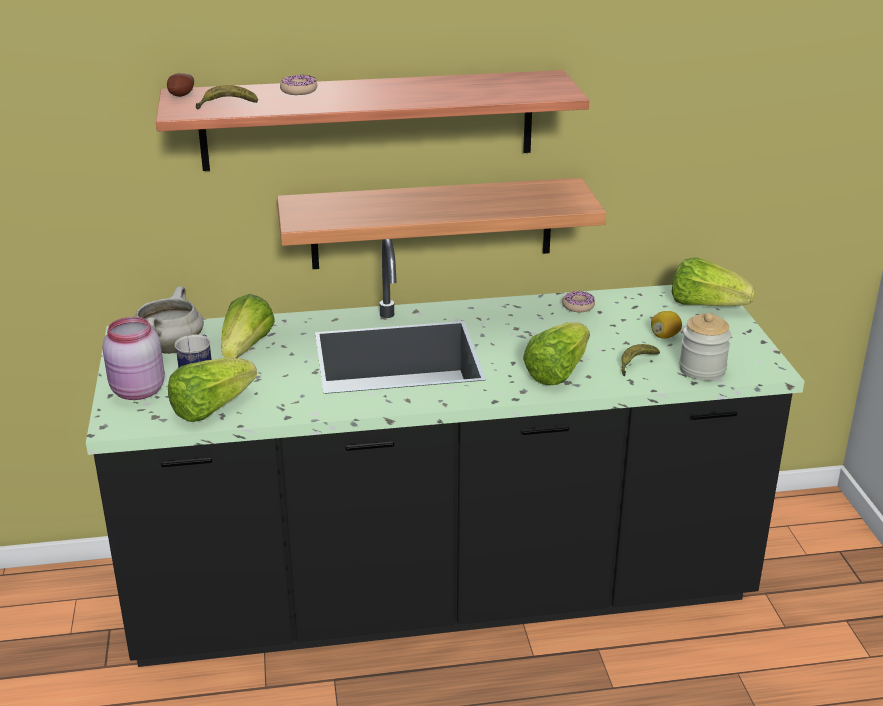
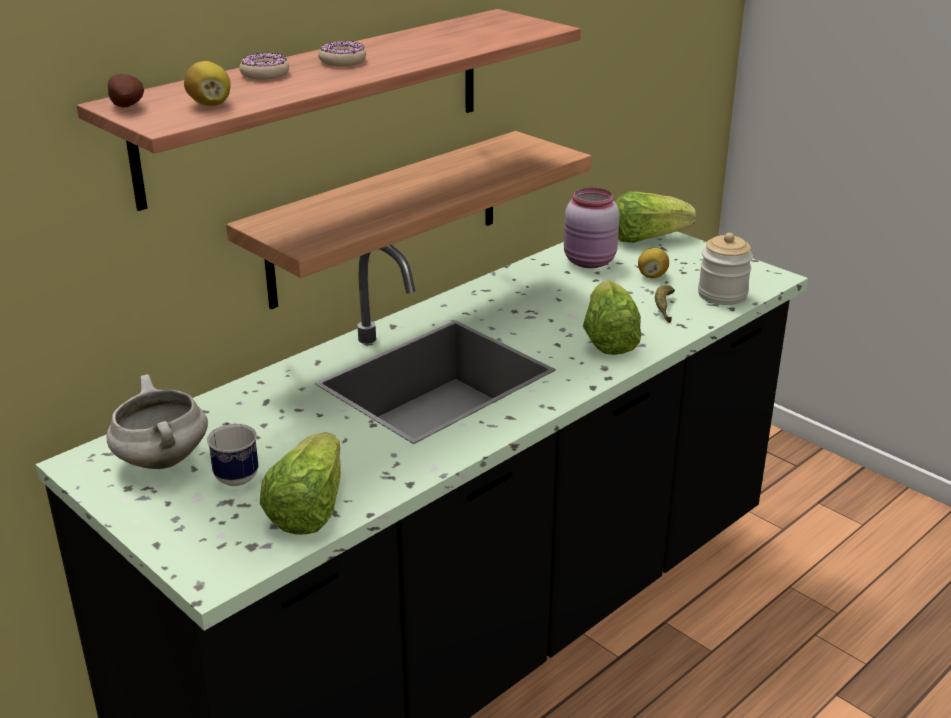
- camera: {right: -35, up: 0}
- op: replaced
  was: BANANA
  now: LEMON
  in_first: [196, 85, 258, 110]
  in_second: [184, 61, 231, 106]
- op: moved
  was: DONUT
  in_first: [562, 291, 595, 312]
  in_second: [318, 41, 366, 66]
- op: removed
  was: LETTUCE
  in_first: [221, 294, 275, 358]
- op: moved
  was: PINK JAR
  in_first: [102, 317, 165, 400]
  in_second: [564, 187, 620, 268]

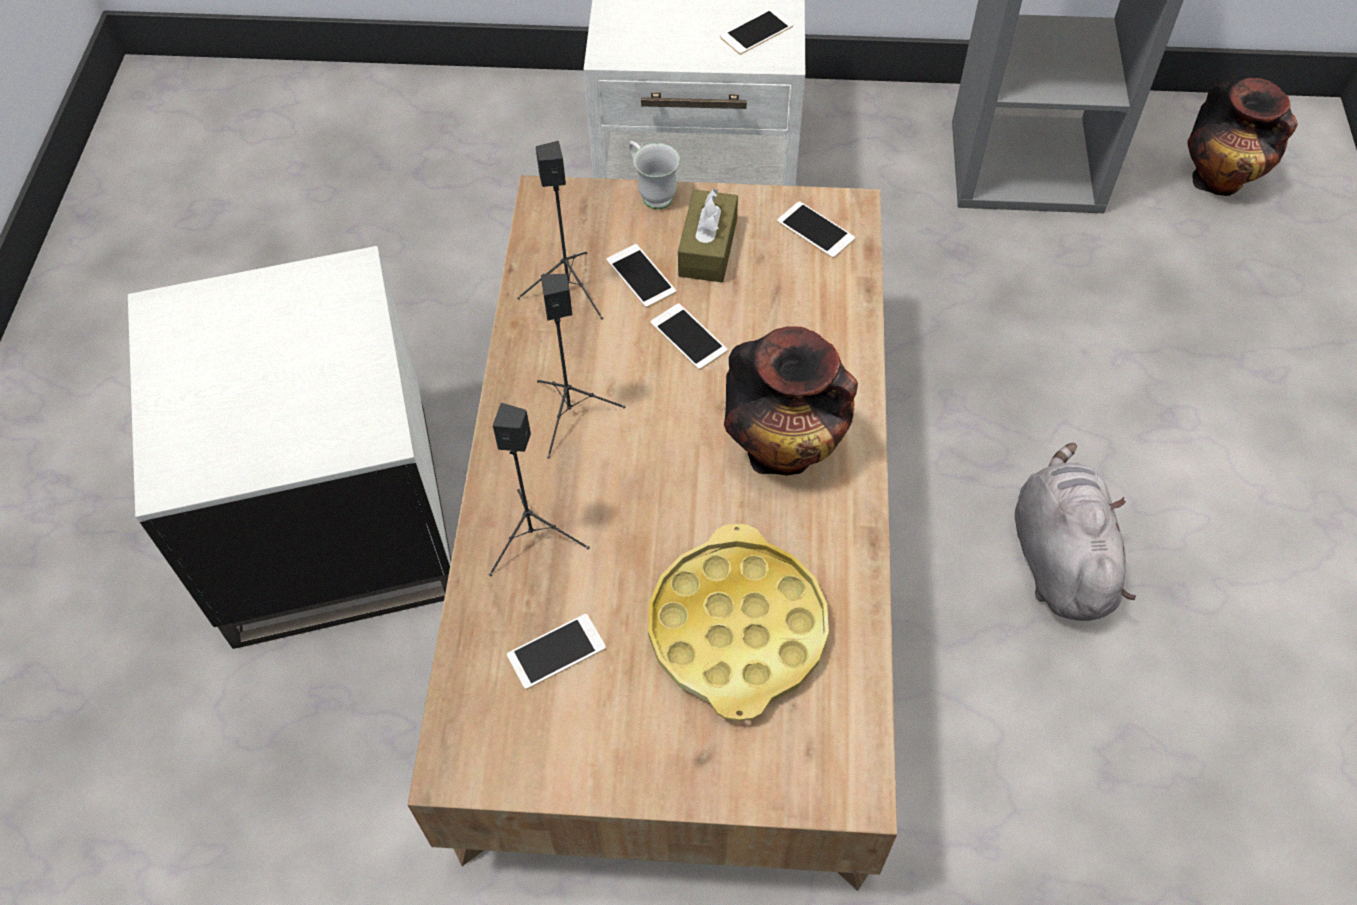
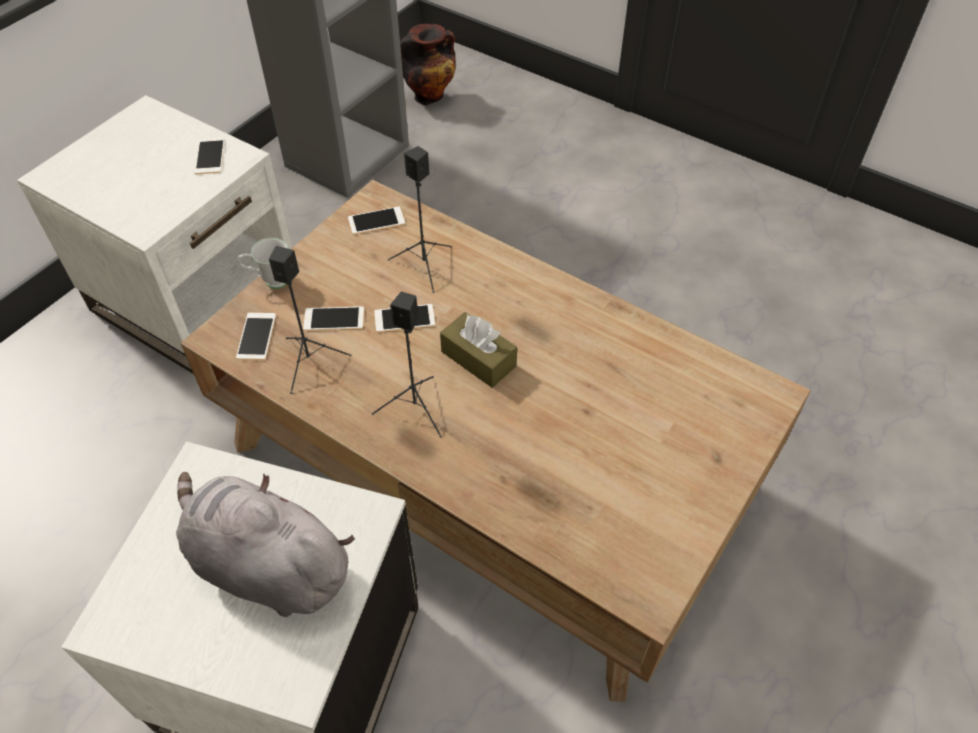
- camera: {right: -60, up: -5}
- op: moved
  was: BROWN TISSUE BOX
  in_first: [678, 189, 738, 282]
  in_second: [440, 312, 517, 388]
- op: removed
  was: VASE
  in_first: [724, 326, 858, 476]
- op: moved
  was: BLACK SPEAKER
  in_first: [489, 403, 590, 576]
  in_second: [388, 146, 452, 293]
- op: moved
  was: GREY PLUSH TOY
  in_first: [1015, 443, 1136, 621]
  in_second: [176, 472, 355, 617]
- op: removed
  was: YELLOW TRAY
  in_first: [648, 524, 829, 721]
- op: moved
  was: PHONE
  in_first: [507, 614, 606, 689]
  in_second: [236, 313, 276, 360]

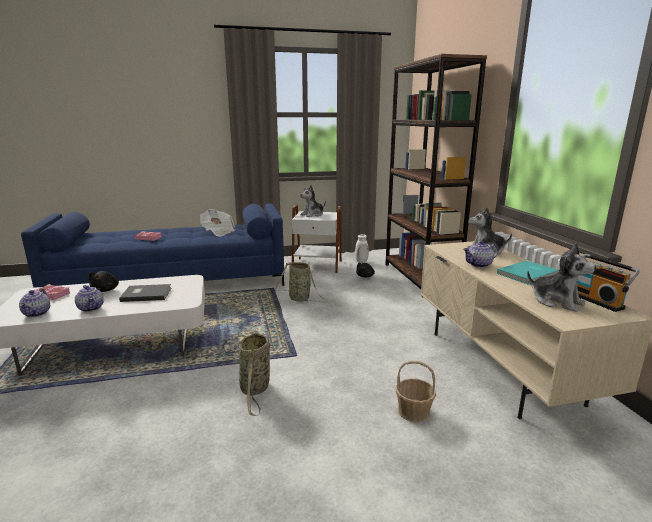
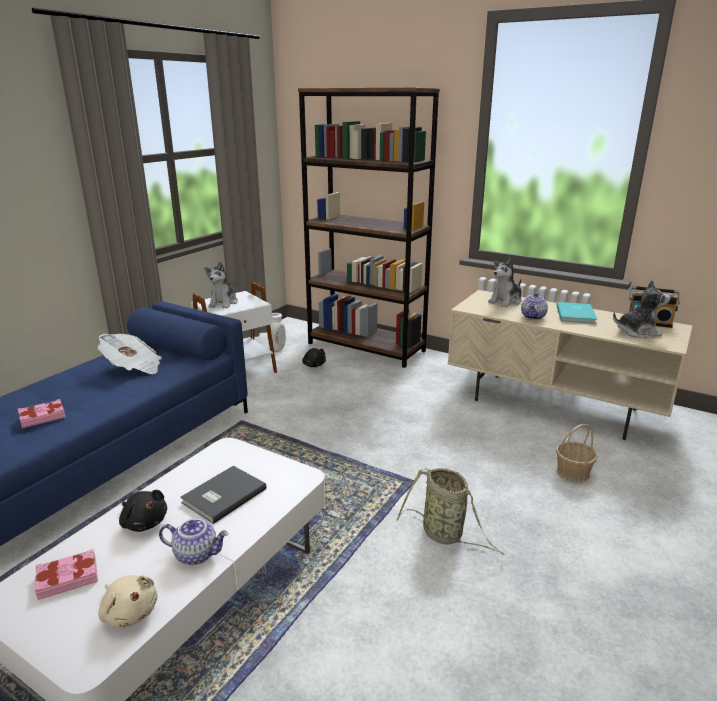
- camera: {right: -45, up: 5}
- op: removed
  was: BASKET
  in_first: [274, 262, 329, 303]
- op: replaced
  was: TEAPOT
  now: BEIGE PLUSH TOY
  in_first: [19, 288, 50, 317]
  in_second: [98, 575, 158, 628]

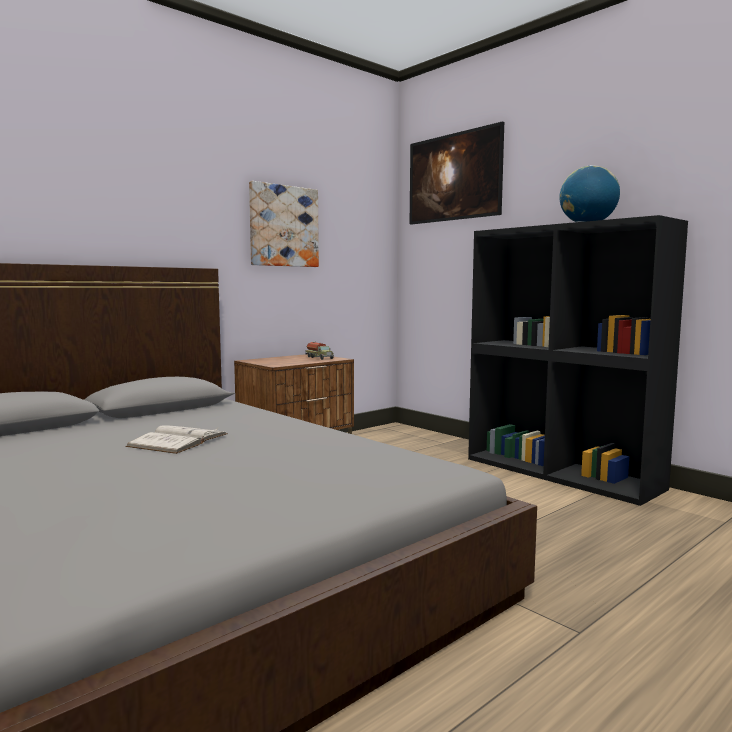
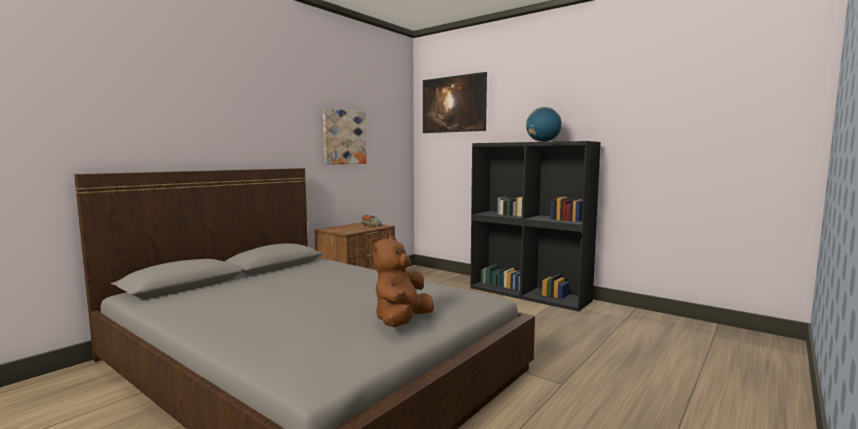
- camera: {right: -10, up: 0}
- op: removed
  was: WHITE BOOK
  in_first: [125, 426, 228, 454]
- op: added
  now: BROWN PLUSH TOY
  in_second: [372, 236, 434, 327]

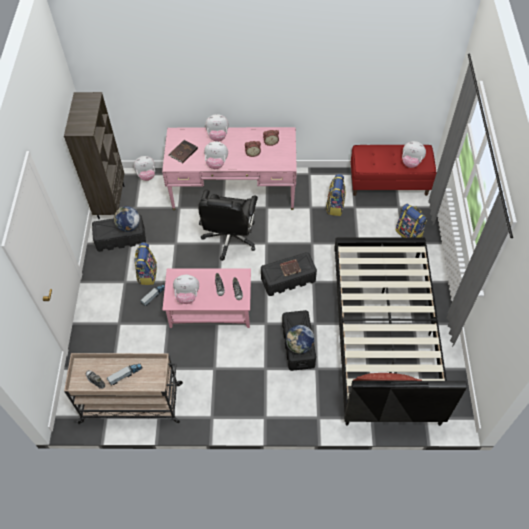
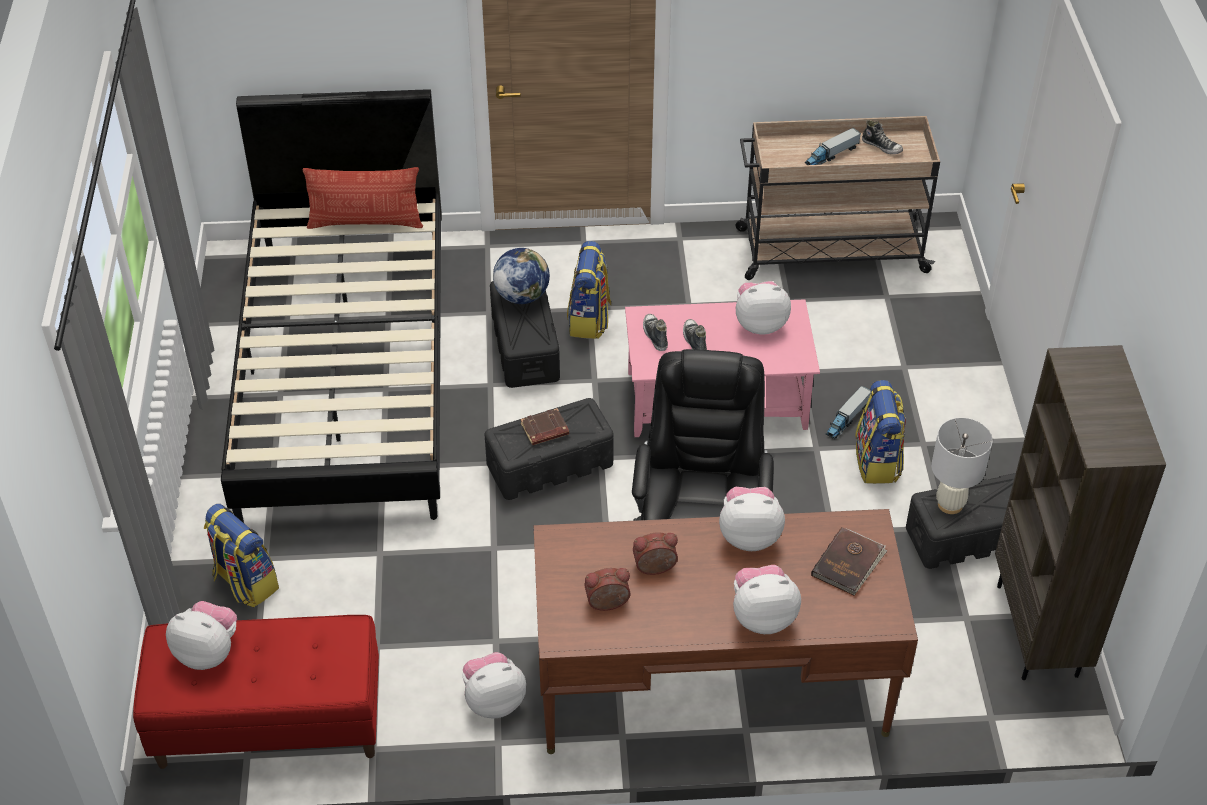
- camera: {right: 175, up: -10}
- op: recoloured
  was: PINK DESK
  now: BROWN DESK
  in_first: [162, 127, 297, 210]
  in_second: [533, 509, 918, 754]
- op: moved
  was: PLUSH TOY
  in_first: [133, 156, 155, 181]
  in_second: [462, 652, 526, 719]
- op: moved
  was: BACKPACK
  in_first: [326, 174, 346, 216]
  in_second: [567, 241, 612, 339]
- op: replaced
  was: GLOBE
  now: WHITE TABLE LAMP
  in_first: [114, 206, 140, 232]
  in_second: [931, 418, 993, 514]

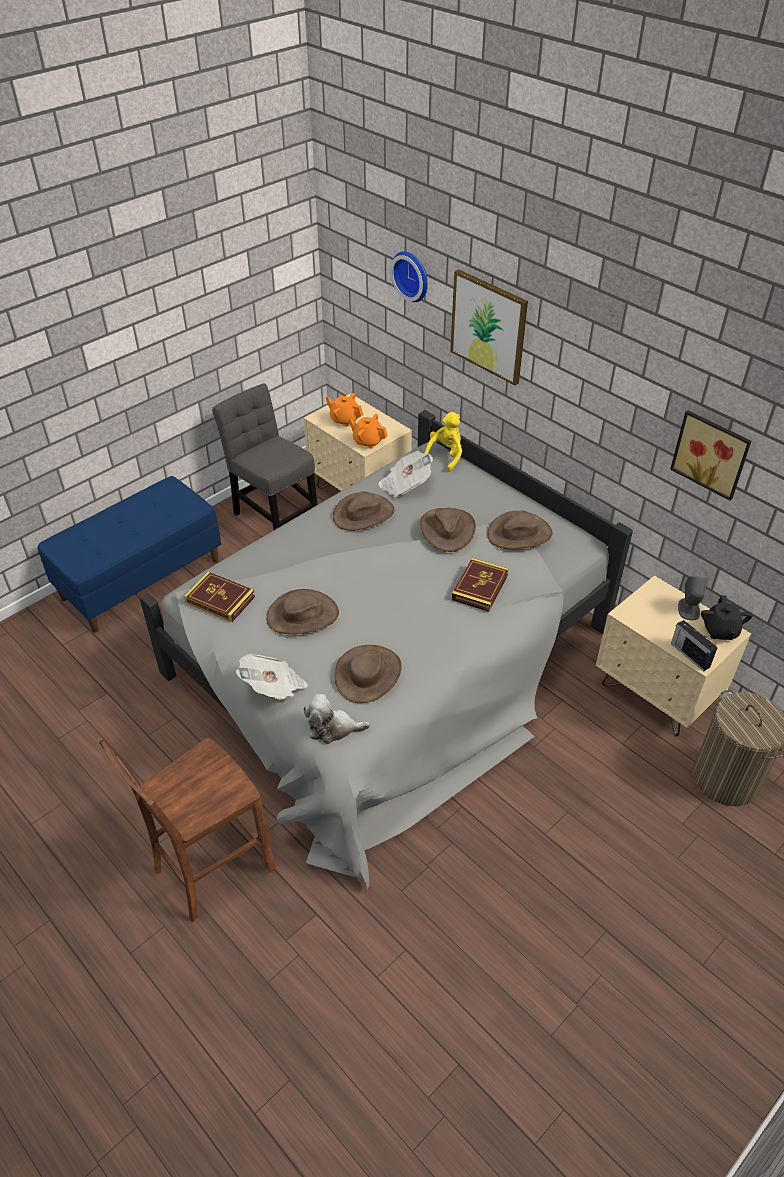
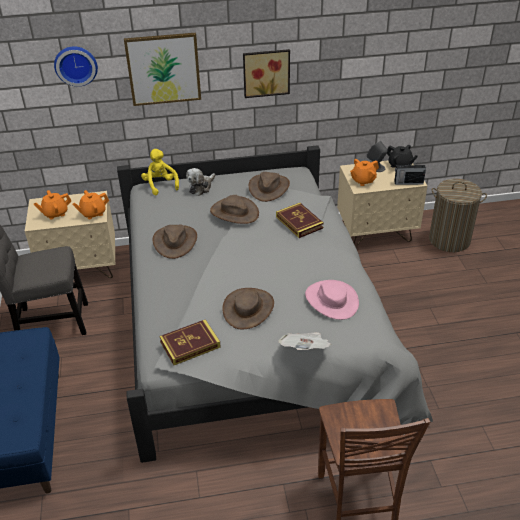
- camera: {right: -55, up: -5}
- op: moved
  was: PICTURE
  in_first: [670, 411, 751, 501]
  in_second: [243, 49, 290, 98]
- op: removed
  was: NEWSPAPER
  in_first: [378, 451, 433, 498]
- op: recoloured
  was: BROWN HAT
  now: PINK HAT
  in_first: [335, 645, 402, 703]
  in_second: [305, 280, 359, 320]
- op: moved
  was: PLUSH TOY
  in_first: [304, 694, 370, 744]
  in_second: [186, 168, 215, 196]
- op: added
  now: ORANGE TEAPOT
  in_second: [350, 159, 379, 186]

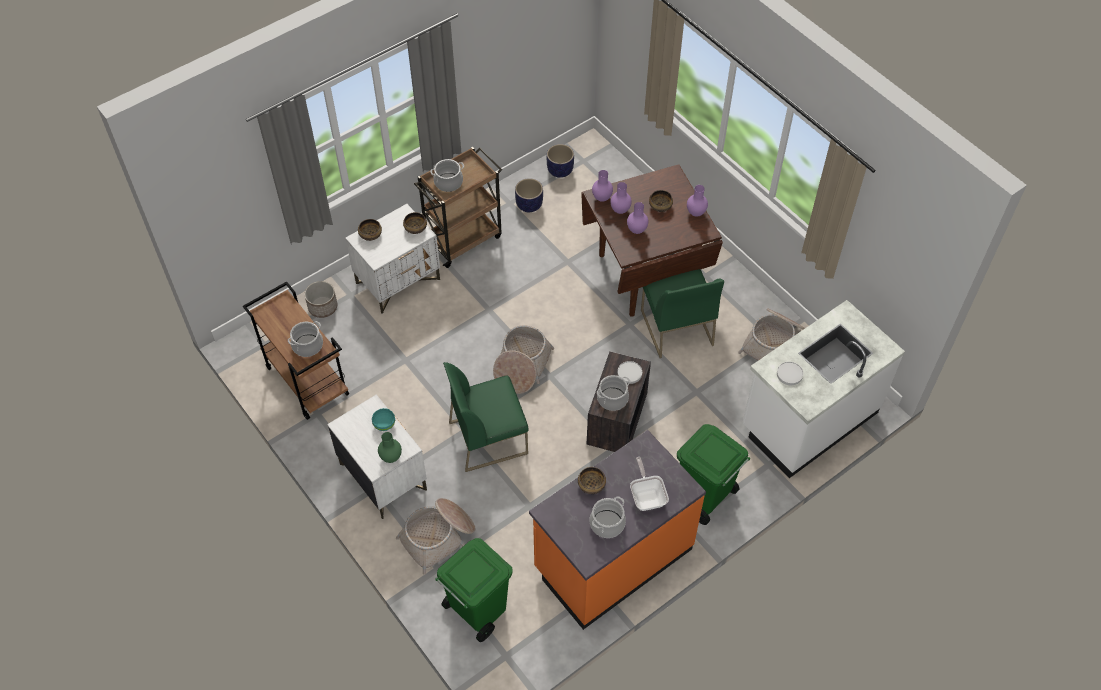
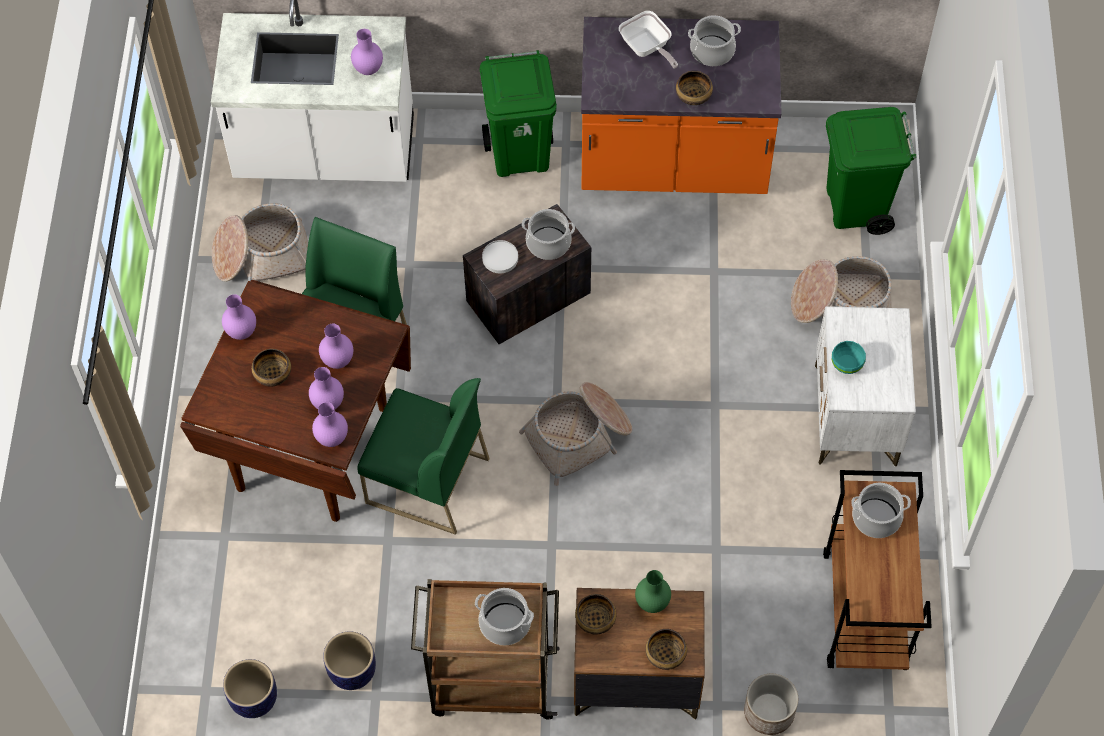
- camera: {right: -140, up: 5}
- op: recoloured
  was: WHITE NIGHTSTAND
  now: BROWN NIGHTSTAND
  in_first: [345, 204, 440, 314]
  in_second: [574, 588, 705, 720]
- op: moved
  was: GREEN CHAIR
  in_first: [443, 362, 528, 472]
  in_second: [357, 378, 489, 535]
- op: replaced
  was: WHITE PLATE
  now: PURPLE VASE
  in_first: [777, 362, 803, 385]
  in_second: [351, 29, 383, 75]
- op: moved
  was: GREEN VASE
  in_first: [378, 432, 402, 463]
  in_second: [635, 570, 671, 613]
- op: turned
  was: FRYING PAN
  in_first: [630, 457, 669, 511]
  in_second: [619, 11, 678, 69]
  clockwise: -60

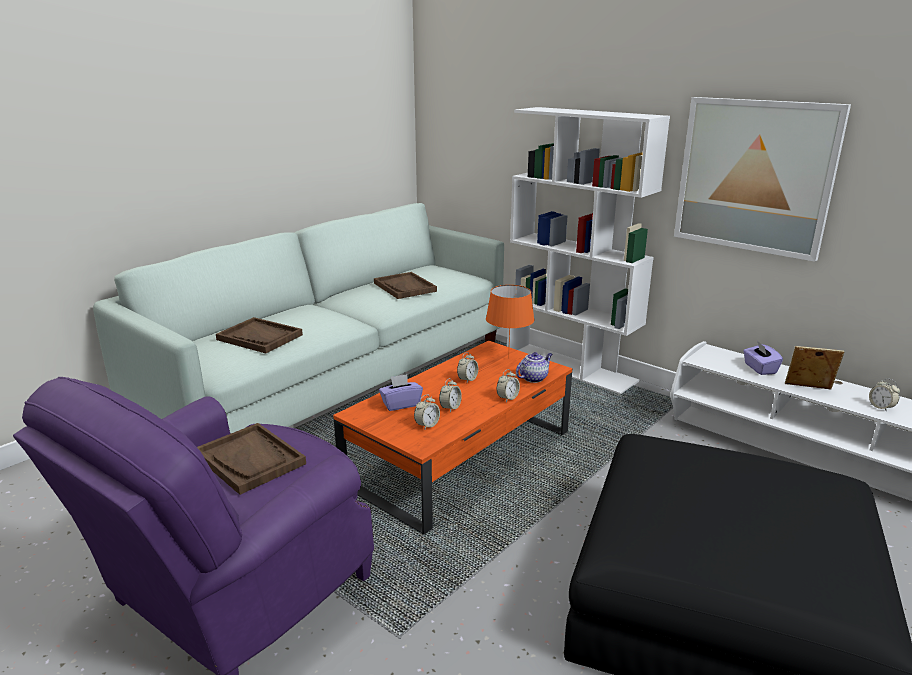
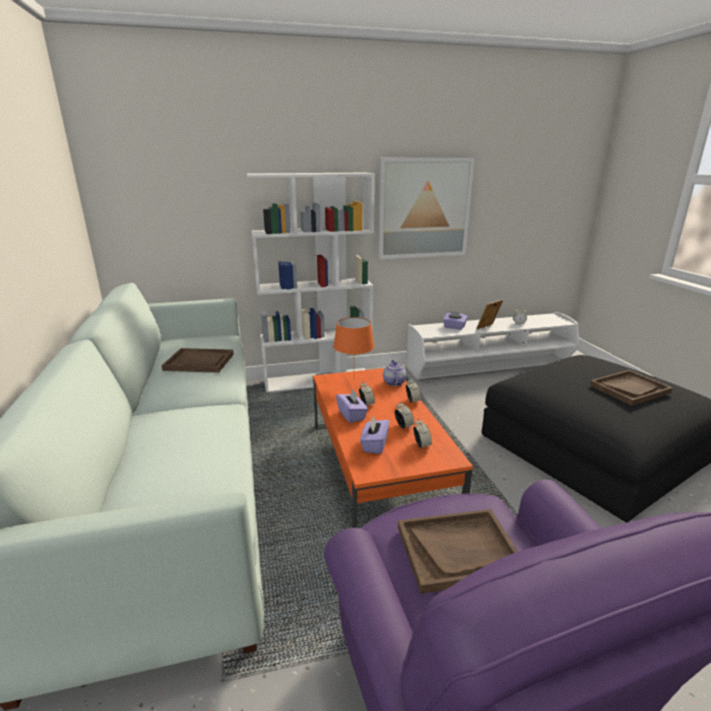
- camera: {right: -55, up: 0}
- op: moved
  was: BROWN TRAY
  in_first: [216, 317, 303, 353]
  in_second: [590, 370, 673, 406]
- op: added
  now: PURPLE TISSUE BOX
  in_second: [336, 389, 368, 423]

